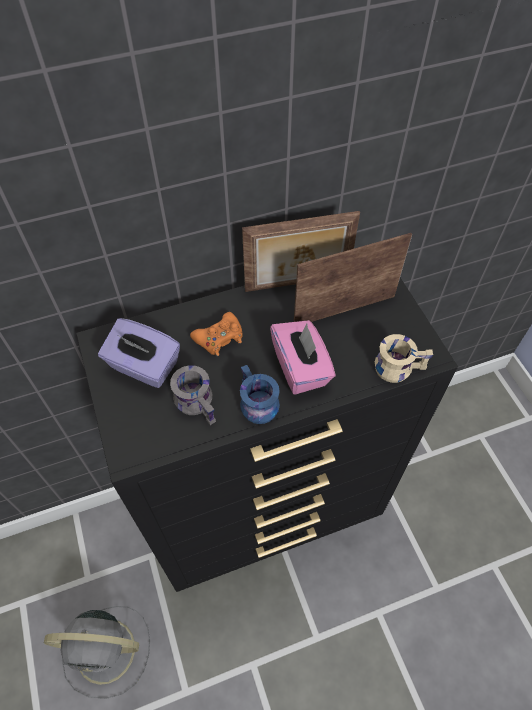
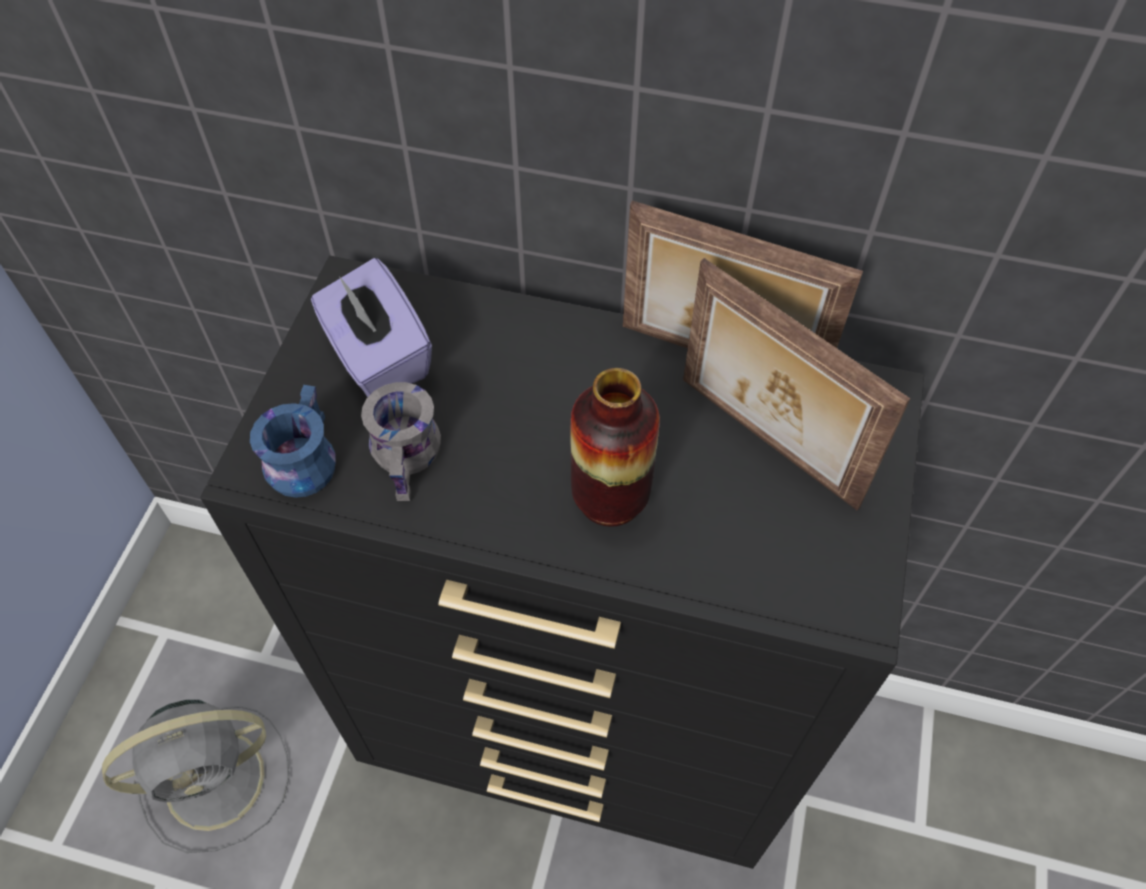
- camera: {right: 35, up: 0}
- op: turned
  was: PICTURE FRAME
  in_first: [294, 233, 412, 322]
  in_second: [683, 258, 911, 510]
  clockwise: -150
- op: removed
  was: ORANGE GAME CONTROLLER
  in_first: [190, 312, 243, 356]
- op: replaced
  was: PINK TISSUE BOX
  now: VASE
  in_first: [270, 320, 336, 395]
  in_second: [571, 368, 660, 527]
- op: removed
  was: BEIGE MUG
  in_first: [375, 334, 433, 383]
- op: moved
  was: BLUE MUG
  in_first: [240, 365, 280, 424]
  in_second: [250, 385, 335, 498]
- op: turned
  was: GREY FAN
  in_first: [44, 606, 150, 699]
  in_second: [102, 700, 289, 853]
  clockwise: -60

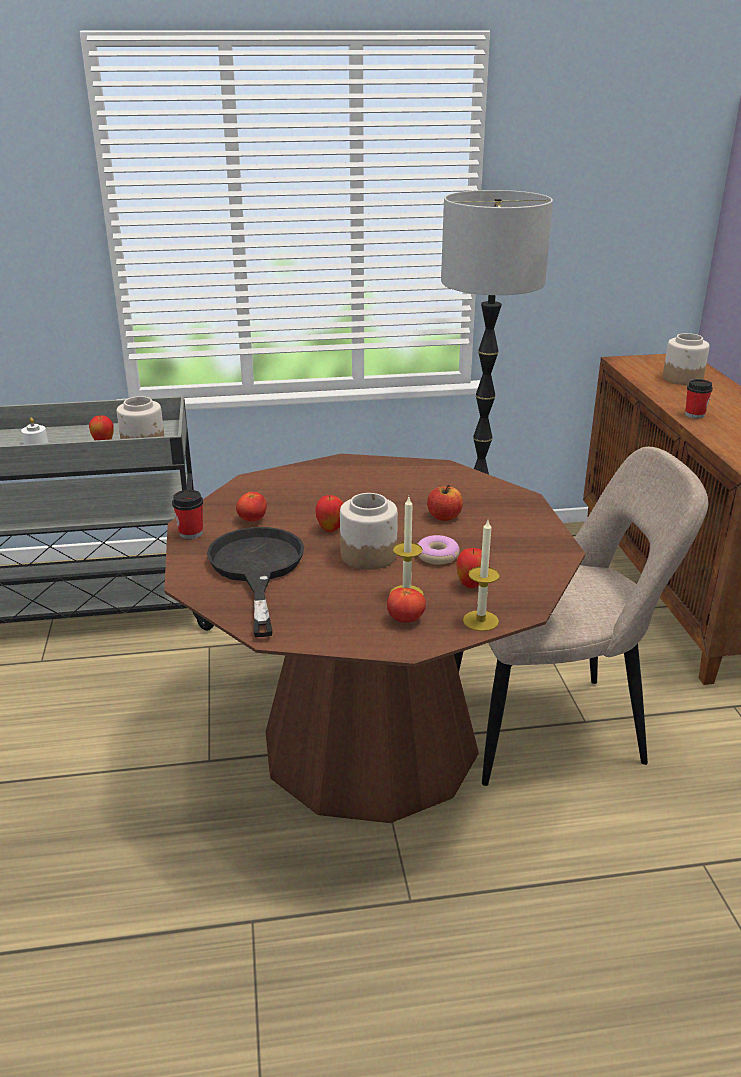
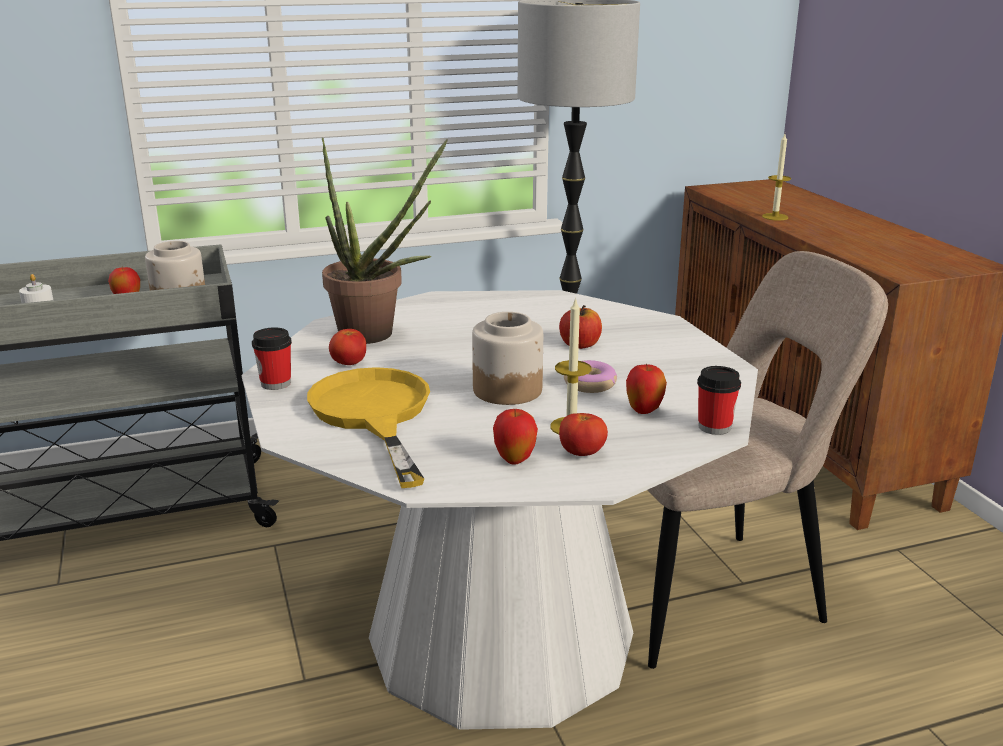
- camera: {right: -10, up: -5}
- op: removed
  was: JAR
  in_first: [663, 333, 710, 385]
- op: moved
  was: CUP
  in_first: [685, 379, 713, 419]
  in_second: [697, 366, 741, 435]
- op: recoloured
  was: BROWN DINING TABLE
  now: WHITE DINING TABLE
  in_first: [164, 454, 586, 823]
  in_second: [242, 290, 758, 730]
- op: moved
  was: APPLE
  in_first: [315, 495, 343, 532]
  in_second: [493, 409, 538, 465]
- op: moved
  was: CANDLE
  in_first: [463, 520, 500, 631]
  in_second: [762, 134, 791, 221]
- op: recoloured
  was: BLACK FRYING PAN
  now: YELLOW FRYING PAN
  in_first: [207, 527, 304, 637]
  in_second: [307, 367, 430, 488]
- op: added
  now: POTTED PLANT
  in_second: [322, 138, 448, 344]

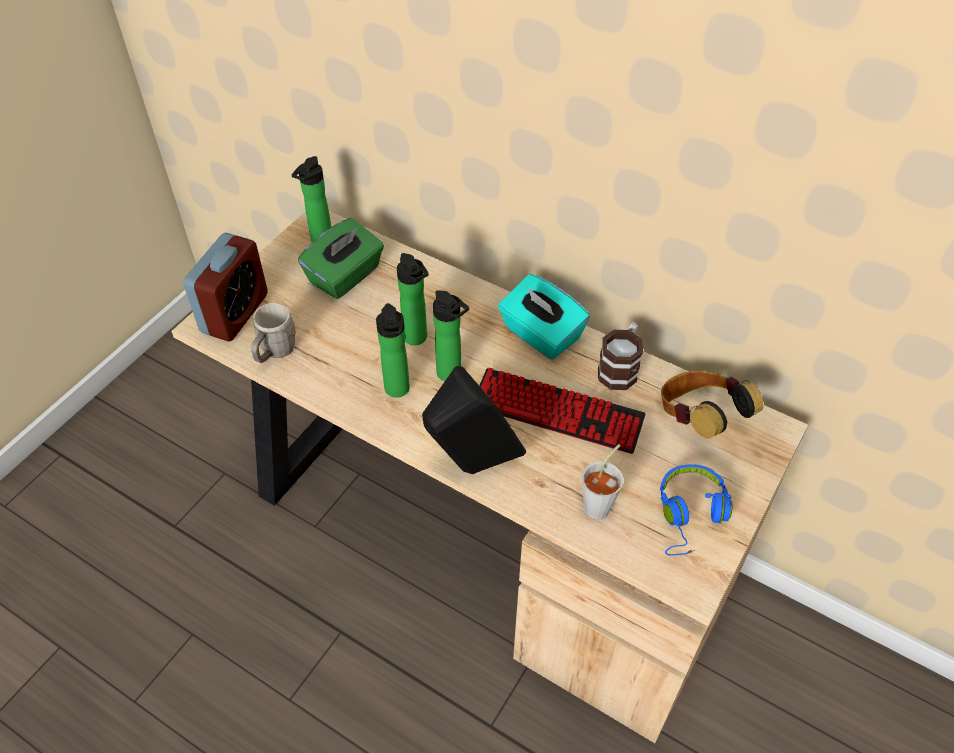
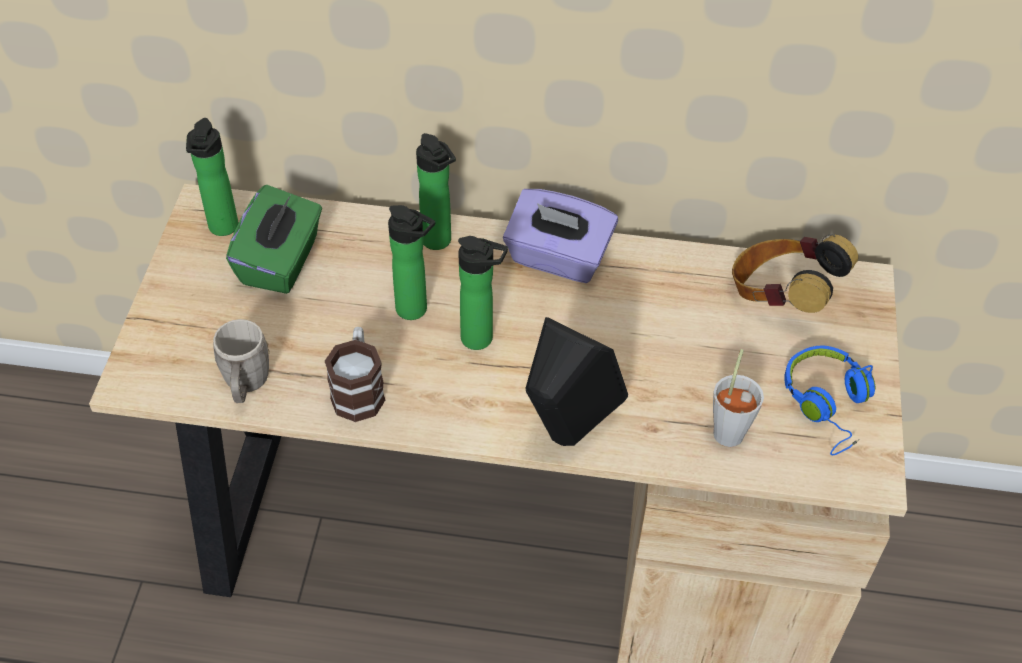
- camera: {right: -25, up: 0}
- op: removed
  was: ALARM CLOCK
  in_first: [183, 232, 268, 342]
- op: recoloured
  was: TURQUOISE TISSUE BOX
  now: PURPLE TISSUE BOX
  in_first: [498, 274, 590, 360]
  in_second: [503, 189, 618, 283]
- op: moved
  was: BOTTLE
  in_first: [376, 303, 410, 398]
  in_second: [416, 133, 456, 250]
- op: moved
  was: MUG
  in_first: [598, 322, 643, 390]
  in_second: [325, 327, 385, 422]
- op: removed
  was: KEYBOARD
  in_first: [479, 368, 646, 454]

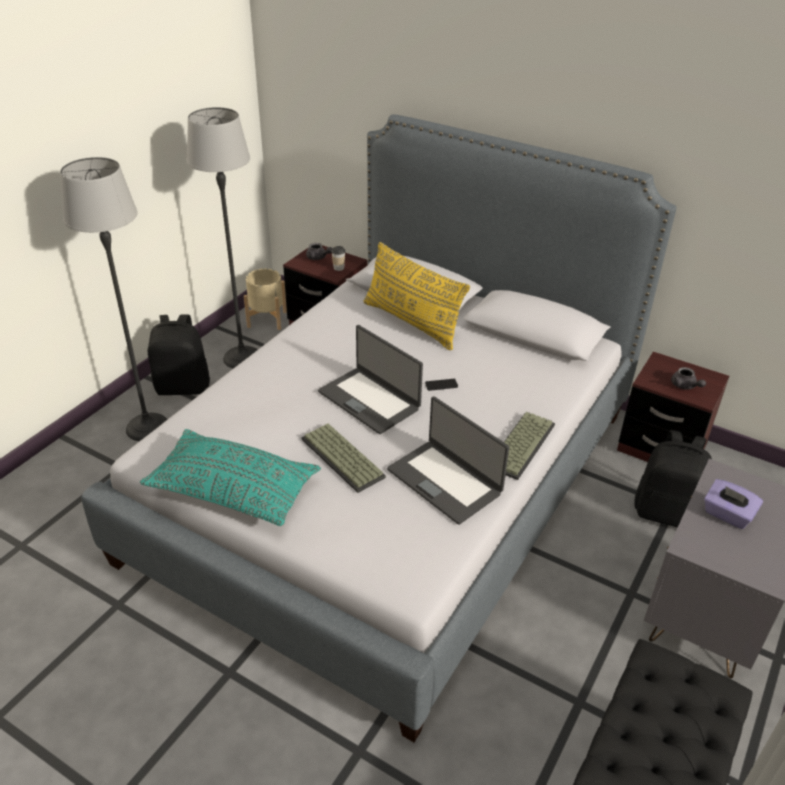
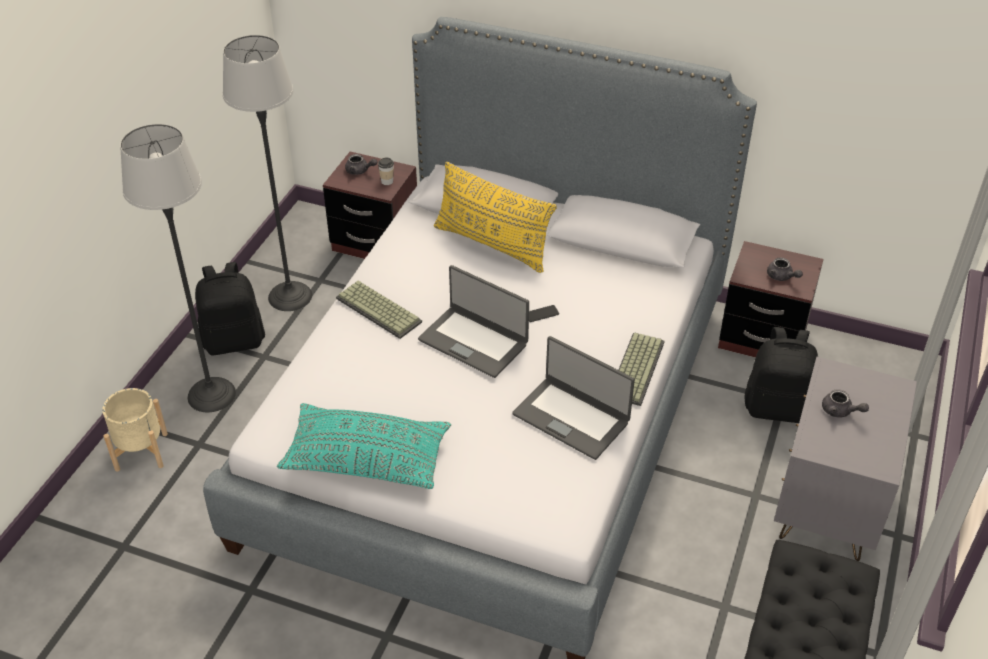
- camera: {right: -10, up: 5}
- op: moved
  was: BEIGE PLANTER
  in_first: [244, 269, 287, 330]
  in_second: [102, 388, 168, 472]
- op: moved
  was: KEYBOARD
  in_first: [301, 423, 386, 493]
  in_second: [336, 281, 422, 339]
- op: replaced
  was: PURPLE TISSUE BOX
  now: GREY TEAPOT
  in_first: [704, 479, 763, 529]
  in_second: [822, 389, 869, 418]

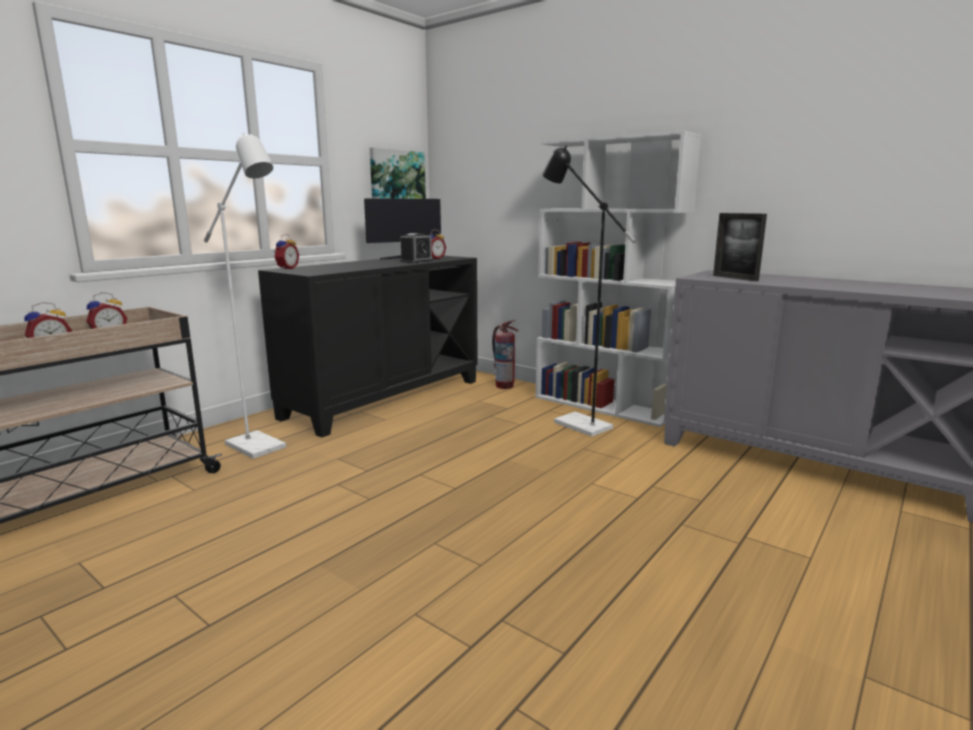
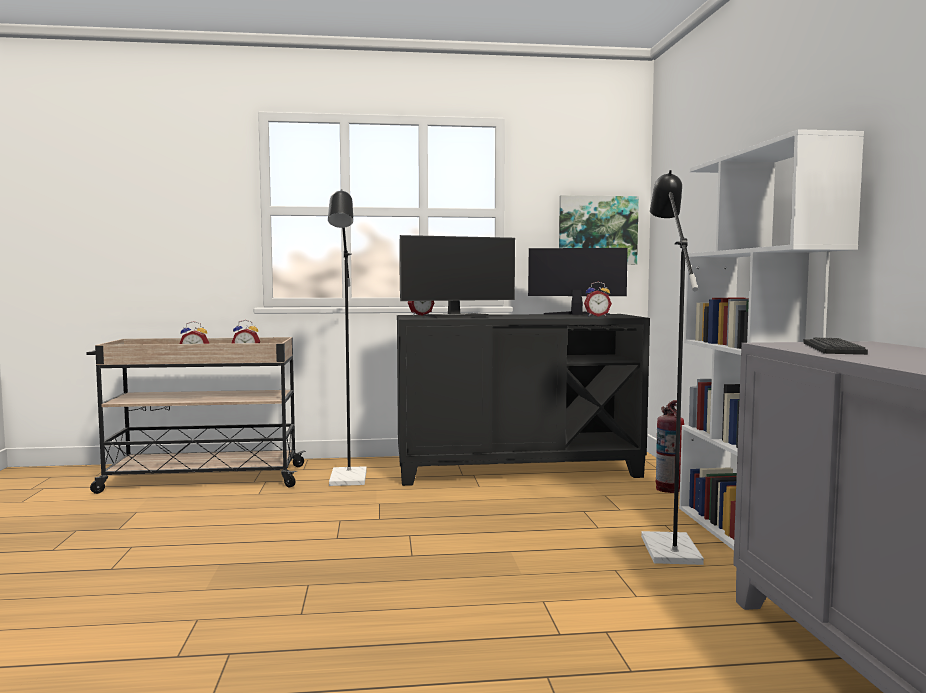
- camera: {right: 45, up: -10}
- op: recoloured
  was: WHITE FLOOR LAMP
  now: BLACK FLOOR LAMP
  in_first: [204, 132, 286, 459]
  in_second: [328, 189, 367, 486]
- op: replaced
  was: PICTURE FRAME
  now: KEYBOARD
  in_first: [713, 213, 767, 281]
  in_second: [803, 337, 868, 355]
- op: removed
  was: ALARM CLOCK
  in_first: [400, 233, 433, 263]
- op: added
  now: MONITOR
  in_second: [399, 235, 515, 318]

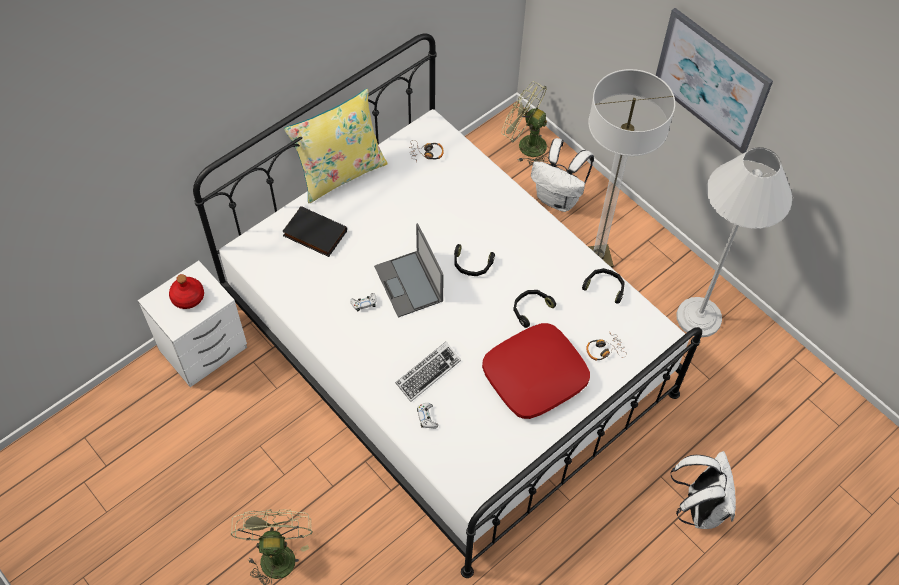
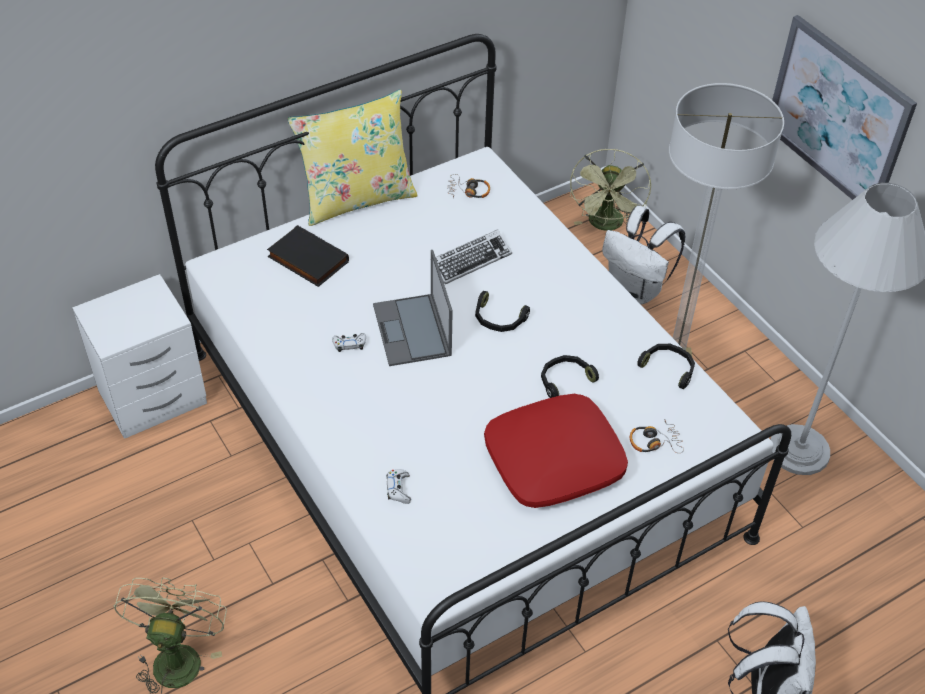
- camera: {right: 10, up: -10}
- op: turned
  was: GREEN FAN
  in_first: [502, 81, 549, 165]
  in_second: [570, 149, 651, 231]
  clockwise: -120
- op: removed
  was: RED BOTTLE
  in_first: [169, 274, 204, 309]
- op: moved
  was: KEYBOARD
  in_first: [395, 342, 461, 402]
  in_second: [430, 229, 512, 284]

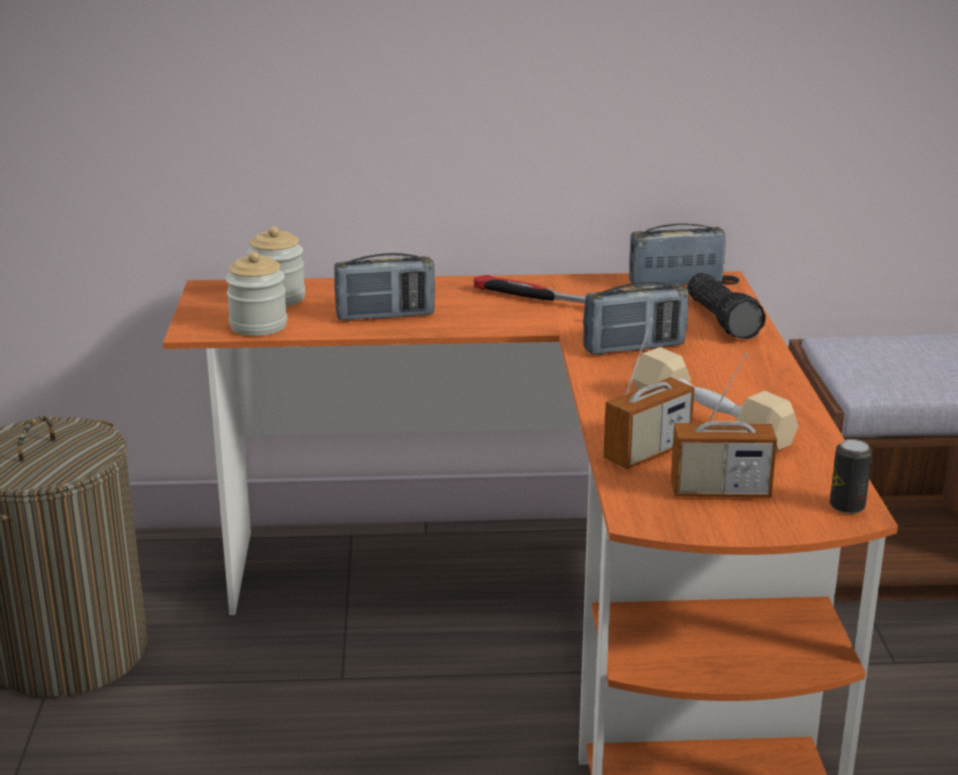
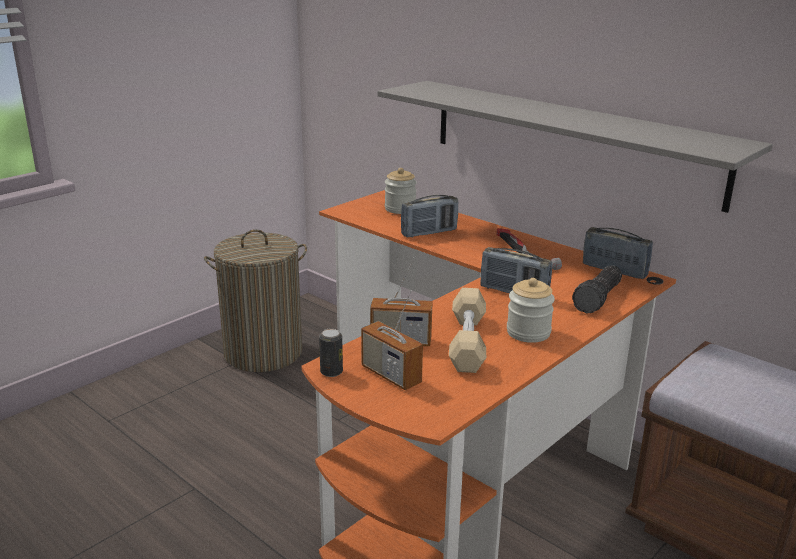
- camera: {right: 45, up: 0}
- op: moved
  was: JAR
  in_first: [226, 251, 287, 336]
  in_second: [507, 278, 555, 343]
- op: turned
  was: RADIO
  in_first: [334, 253, 435, 321]
  in_second: [401, 195, 458, 238]
  clockwise: -60
- op: moved
  was: CAN
  in_first: [830, 439, 872, 514]
  in_second: [319, 328, 343, 377]
- op: added
  now: GREY SHELF
  in_second: [378, 81, 773, 213]

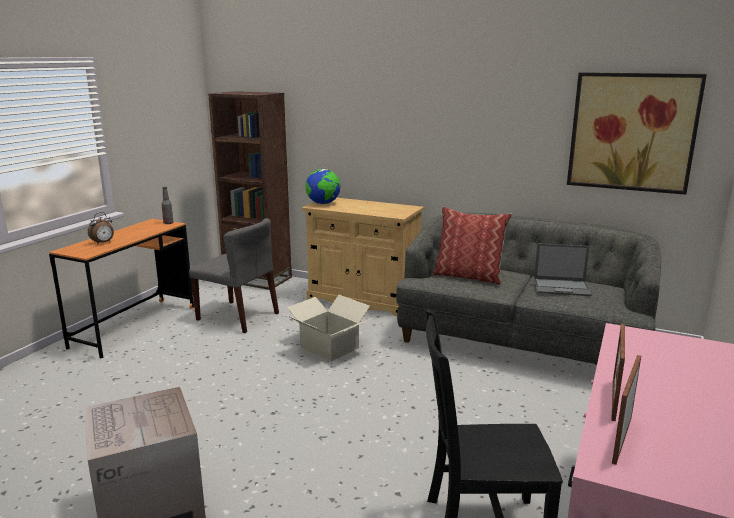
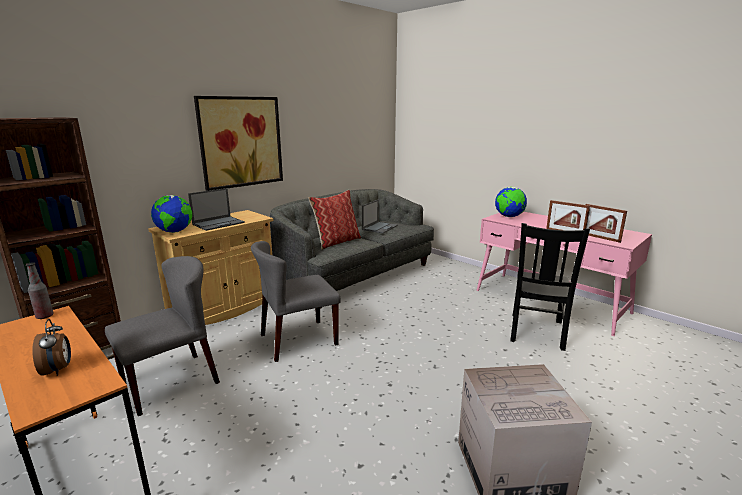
- camera: {right: -70, up: 0}
- op: moved
  was: PICTURE
  in_first: [567, 72, 707, 195]
  in_second: [194, 96, 283, 191]
- op: replaced
  was: CARDBOARD BOX
  now: GREY CHAIR
  in_first: [286, 295, 373, 361]
  in_second: [251, 241, 341, 362]
- op: added
  now: GLOBE
  in_second: [495, 187, 527, 217]
- op: added
  now: LAPTOP
  in_second: [188, 188, 245, 231]

